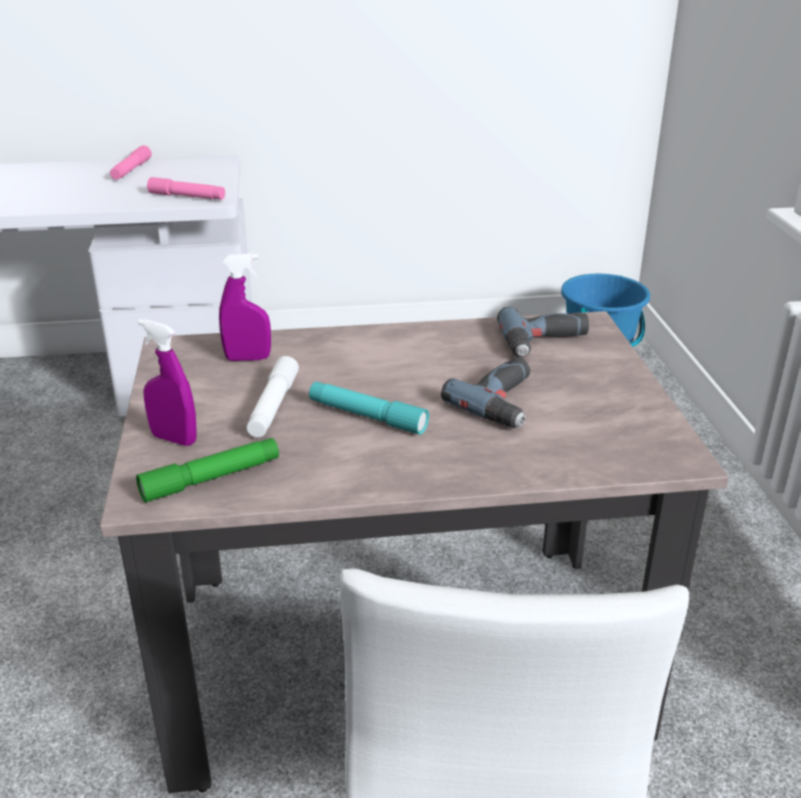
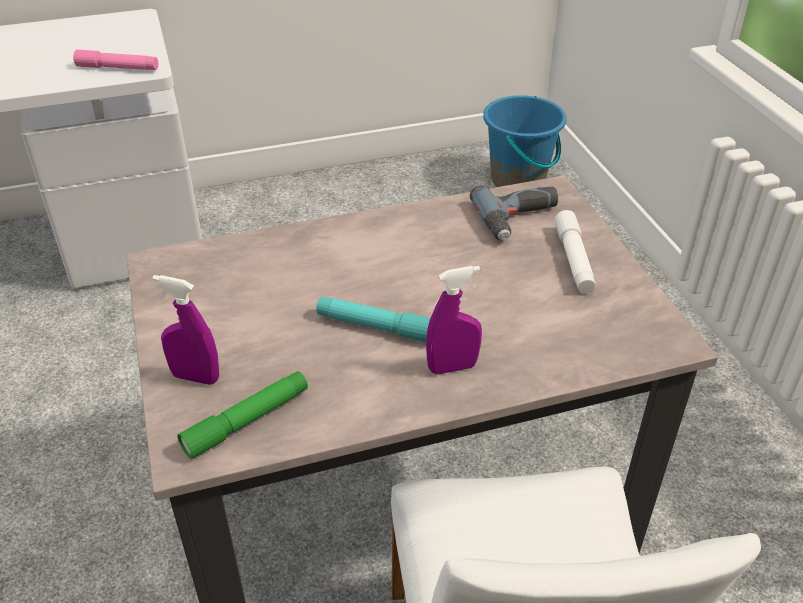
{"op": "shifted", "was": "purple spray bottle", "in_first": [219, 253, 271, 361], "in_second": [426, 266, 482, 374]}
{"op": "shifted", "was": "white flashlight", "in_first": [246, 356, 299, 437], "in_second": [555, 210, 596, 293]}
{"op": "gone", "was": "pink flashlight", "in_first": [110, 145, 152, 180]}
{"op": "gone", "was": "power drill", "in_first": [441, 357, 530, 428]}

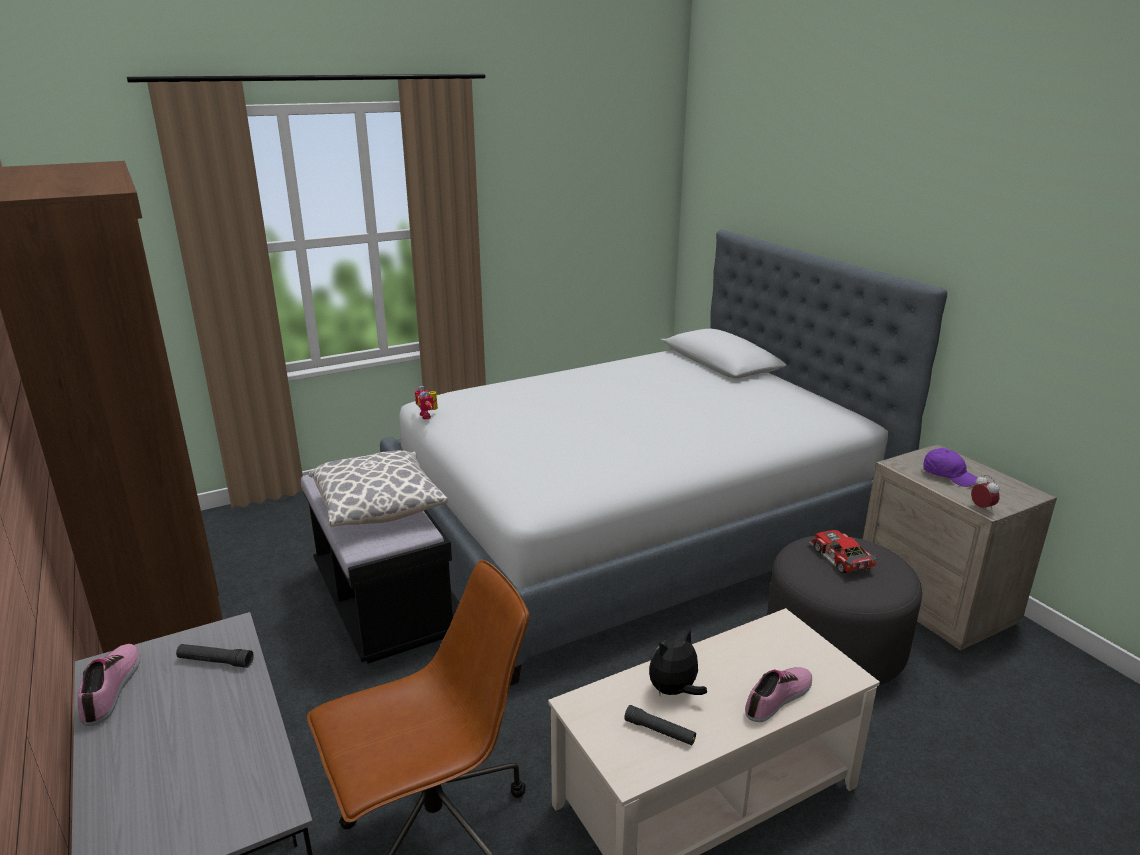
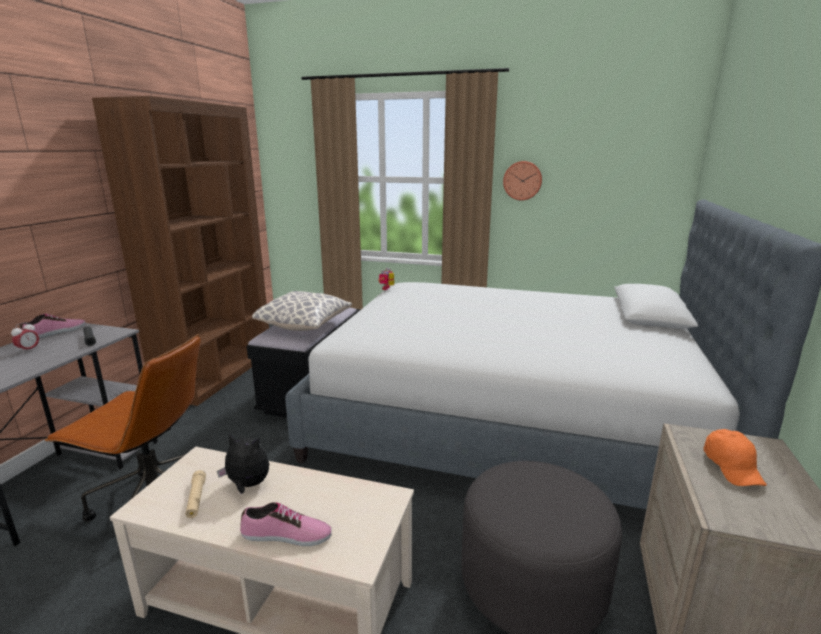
{"op": "shifted", "was": "alarm clock", "in_first": [971, 475, 1000, 512], "in_second": [11, 322, 39, 353]}
{"op": "repainted", "was": "black flashlight", "now": "beige flashlight", "in_first": [624, 705, 696, 745], "in_second": [185, 470, 206, 518]}
{"op": "new", "now": "wall clock", "in_second": [503, 161, 542, 200]}
{"op": "repainted", "was": "purple cap", "now": "orange cap", "in_first": [923, 448, 978, 487], "in_second": [703, 429, 767, 486]}
{"op": "gone", "was": "toy car", "in_first": [809, 530, 879, 575]}

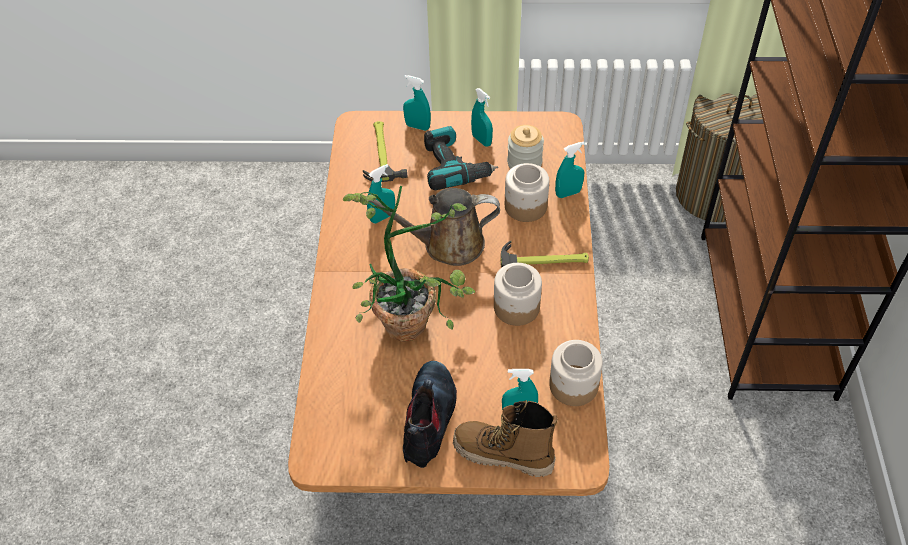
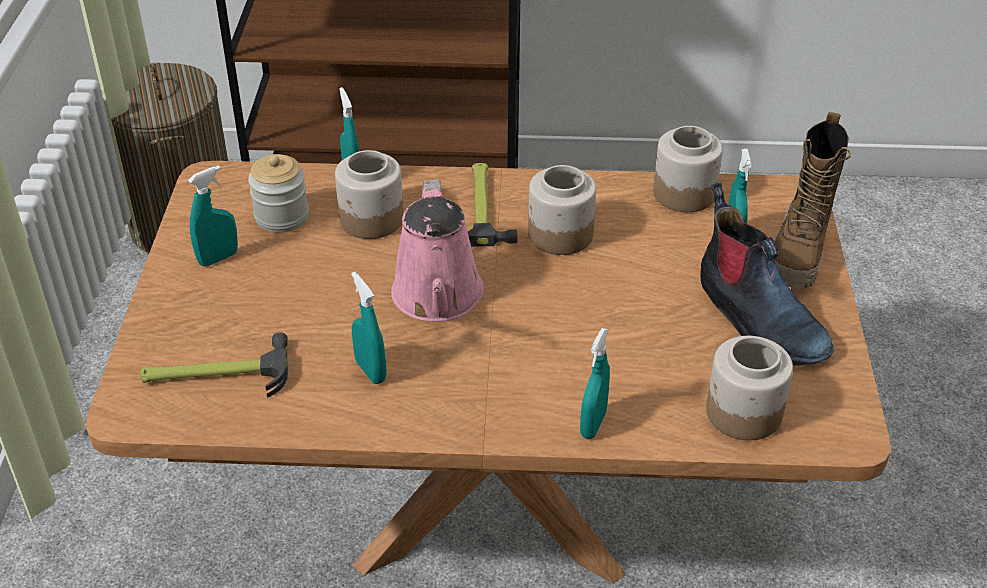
{"op": "repainted", "was": "brown watering can", "now": "pink watering can", "in_first": [367, 188, 500, 266], "in_second": [391, 179, 484, 322]}
{"op": "shifted", "was": "turquoise spray bottle", "in_first": [403, 75, 431, 131], "in_second": [580, 328, 610, 439]}
{"op": "rotated", "was": "boot", "in_first": [403, 361, 457, 468], "in_second": [700, 183, 834, 366], "clockwise": -135}
{"op": "new", "now": "jar", "in_second": [706, 336, 793, 440]}
{"op": "gone", "was": "potted plant", "in_first": [343, 186, 475, 342]}
{"op": "gone", "was": "power drill", "in_first": [424, 126, 498, 190]}

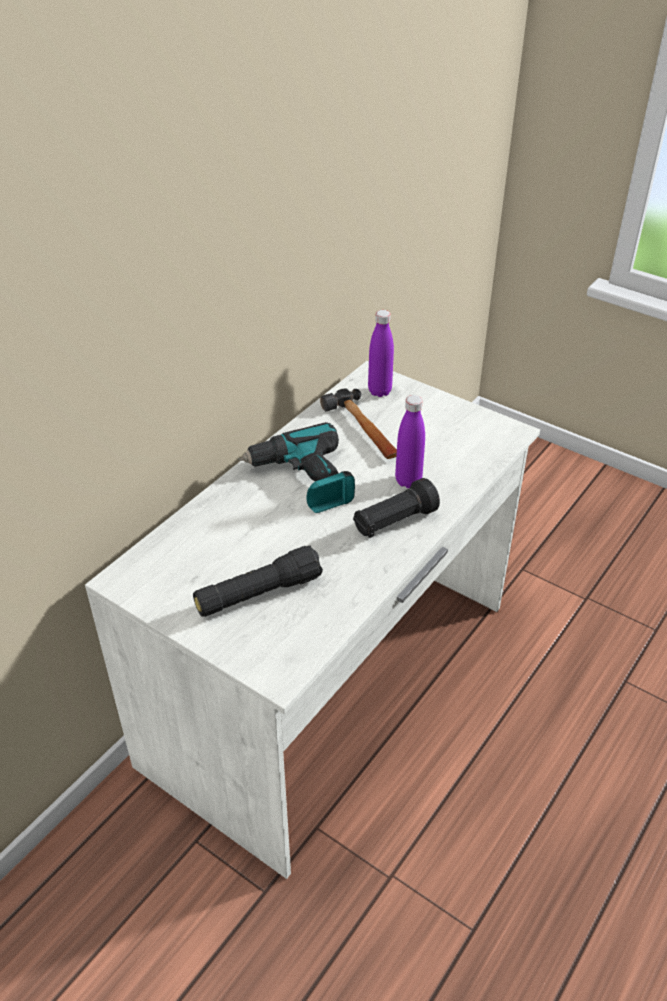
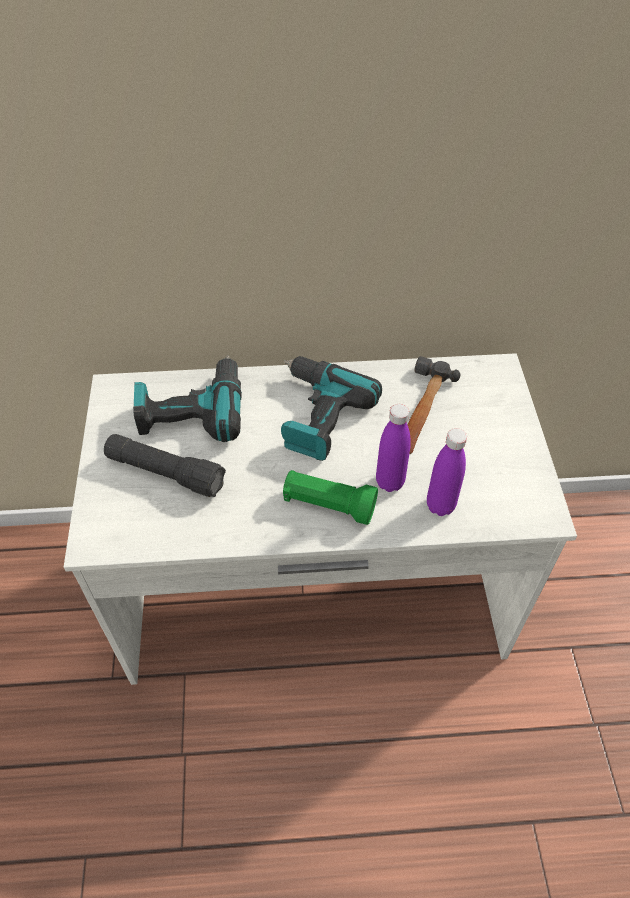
{"op": "new", "now": "power drill", "in_second": [133, 355, 242, 442]}
{"op": "repainted", "was": "black flashlight", "now": "green flashlight", "in_first": [353, 478, 440, 538], "in_second": [283, 470, 378, 525]}
{"op": "shifted", "was": "purple bottle", "in_first": [368, 310, 394, 397], "in_second": [427, 428, 467, 516]}

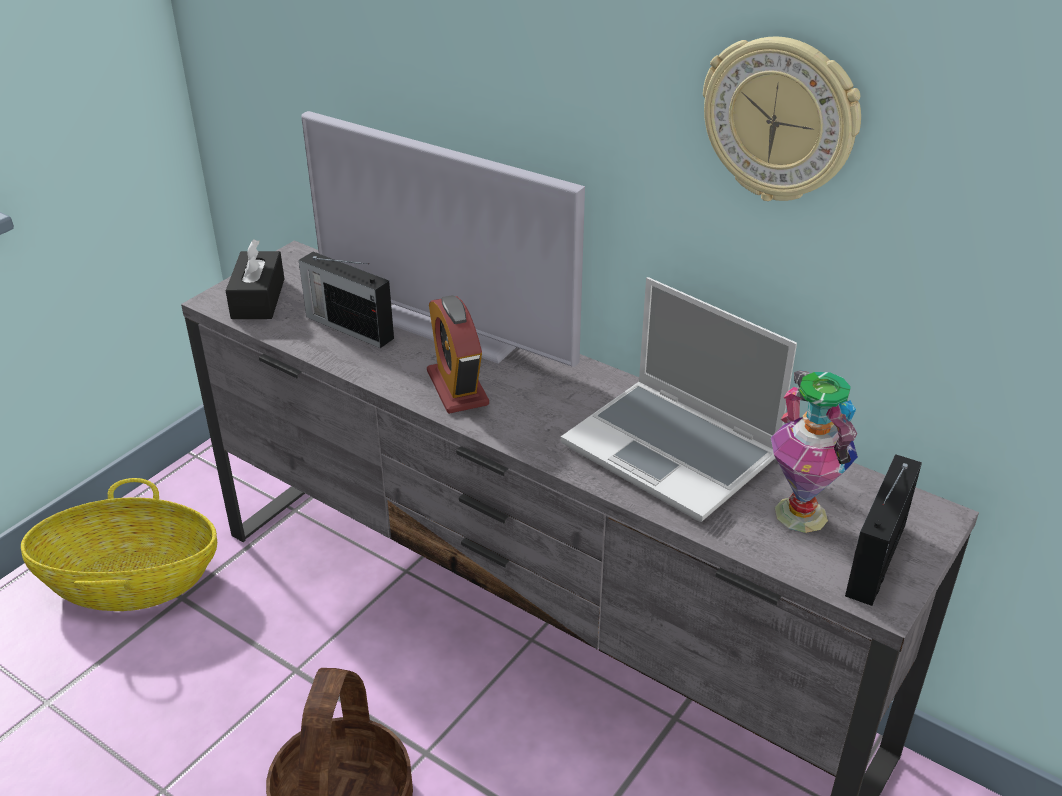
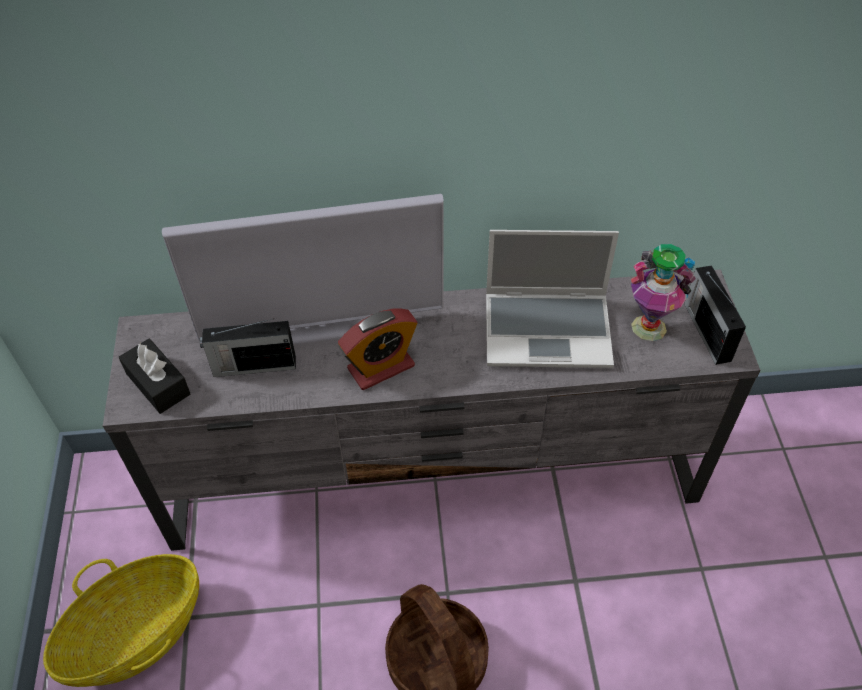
{"op": "rotated", "was": "alarm clock", "in_first": [427, 295, 489, 414], "in_second": [338, 309, 418, 390], "clockwise": -60}
{"op": "gone", "was": "wall clock", "in_first": [703, 36, 861, 201]}

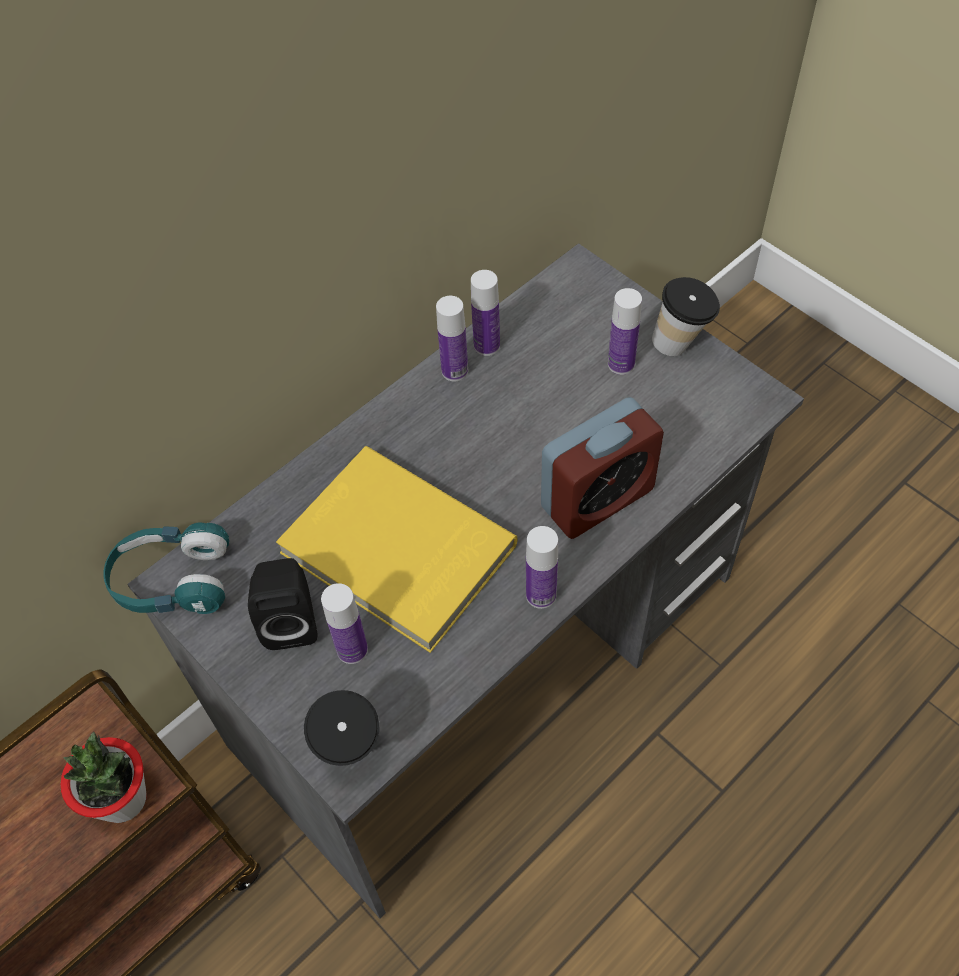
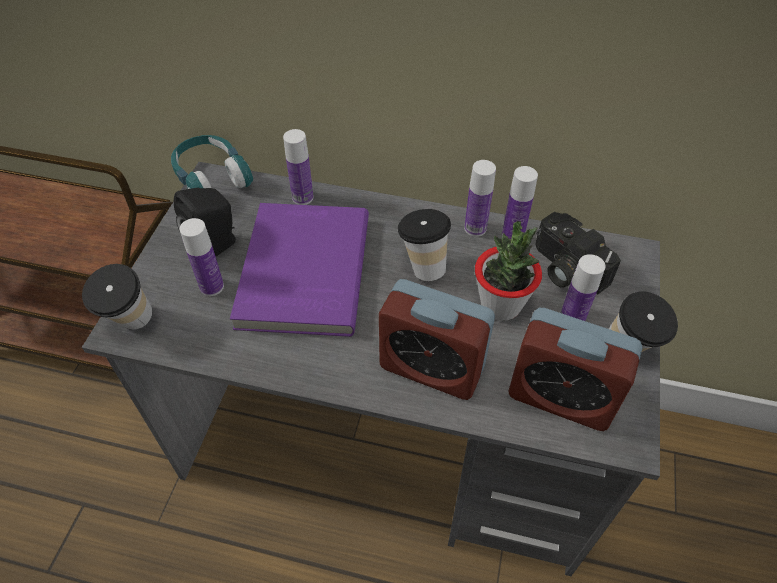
{"op": "repainted", "was": "yellow book", "now": "purple book", "in_first": [276, 446, 518, 653], "in_second": [230, 203, 369, 337]}
{"op": "shifted", "was": "bottle", "in_first": [526, 526, 558, 609], "in_second": [283, 129, 314, 205]}
{"op": "new", "now": "cup", "in_second": [397, 209, 451, 281]}
{"op": "shifted", "was": "potted plant", "in_first": [60, 732, 147, 823], "in_second": [475, 221, 542, 321]}
{"op": "new", "now": "alarm clock", "in_second": [508, 308, 642, 431]}
{"op": "new", "now": "photo camera", "in_second": [535, 212, 621, 294]}

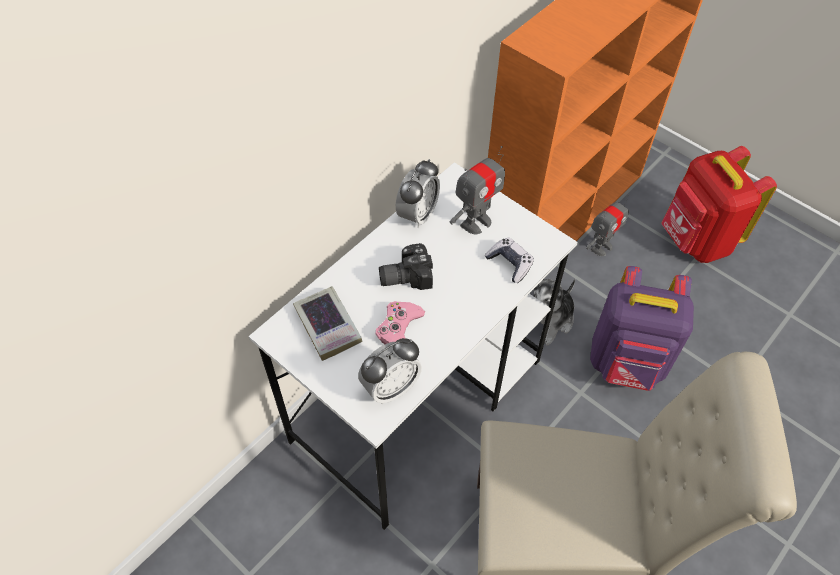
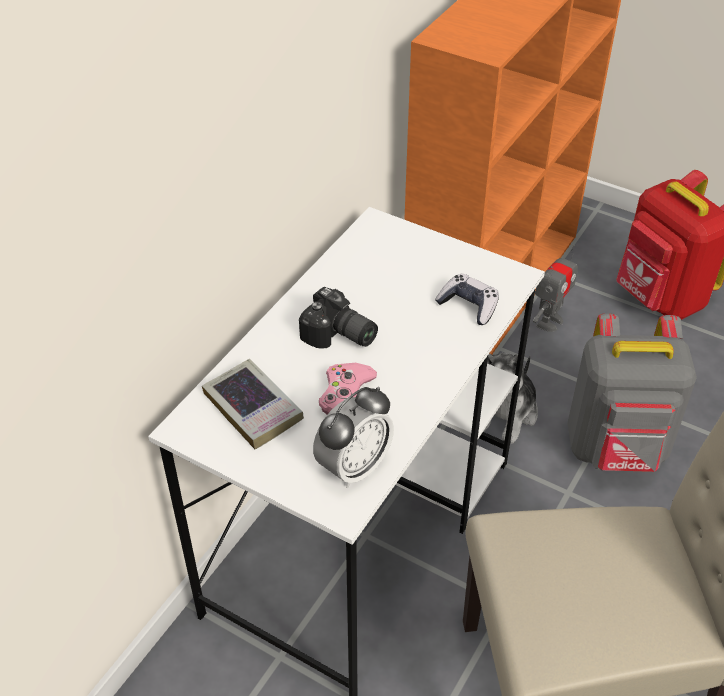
{"op": "rotated", "was": "photo camera", "in_first": [379, 243, 433, 290], "in_second": [299, 287, 378, 349], "clockwise": -120}
{"op": "repainted", "was": "purple backpack", "now": "grey backpack", "in_first": [590, 266, 694, 391], "in_second": [567, 313, 697, 472]}
{"op": "gone", "was": "alarm clock", "in_first": [396, 159, 440, 228]}
{"op": "gone", "was": "toy robot", "in_first": [450, 146, 505, 234]}

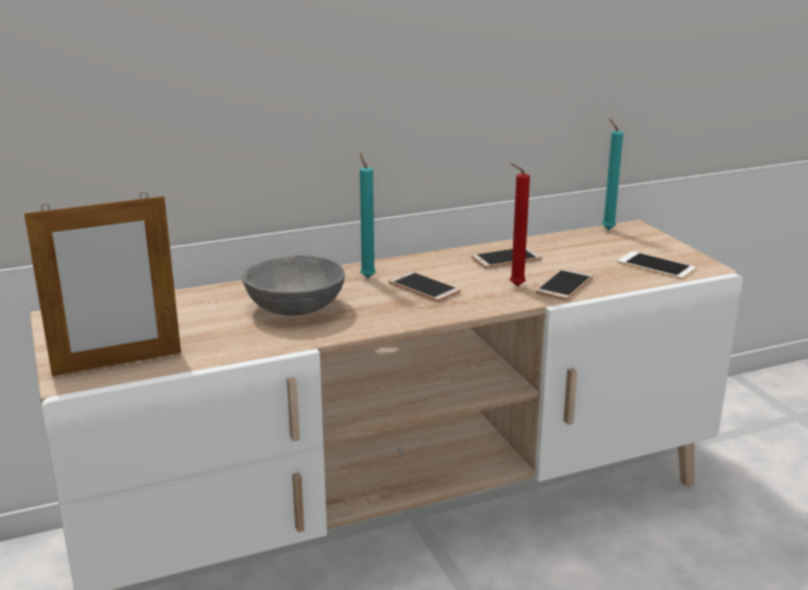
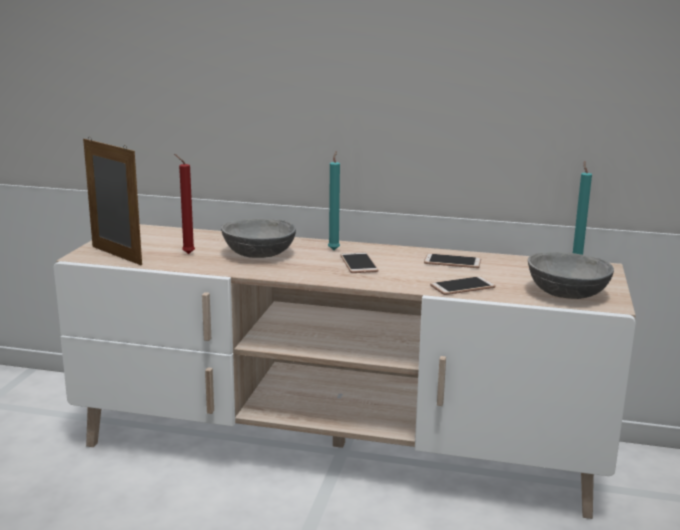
{"op": "rotated", "was": "picture frame", "in_first": [24, 192, 181, 376], "in_second": [83, 136, 142, 265], "clockwise": -150}
{"op": "shifted", "was": "red candle", "in_first": [510, 163, 530, 286], "in_second": [174, 154, 195, 254]}
{"op": "swapped", "was": "phone", "now": "grey bowl", "in_first": [617, 251, 696, 279], "in_second": [528, 252, 614, 299]}

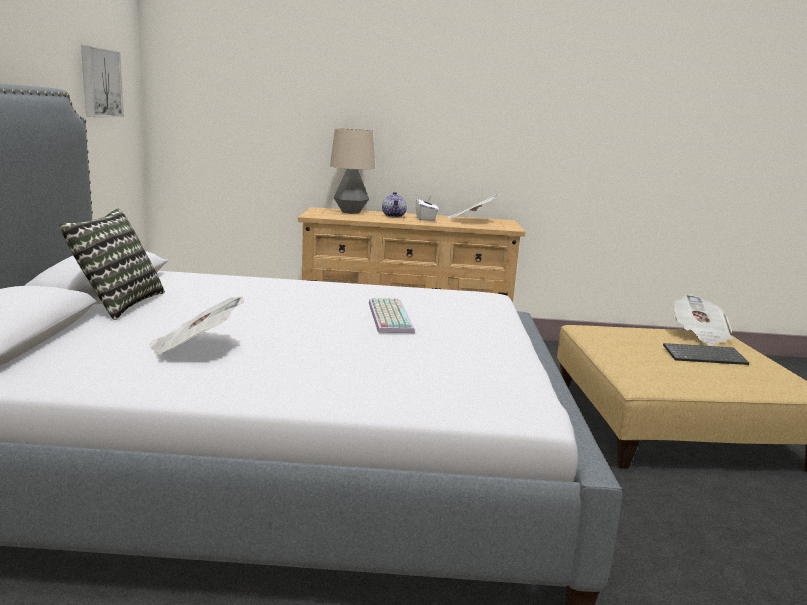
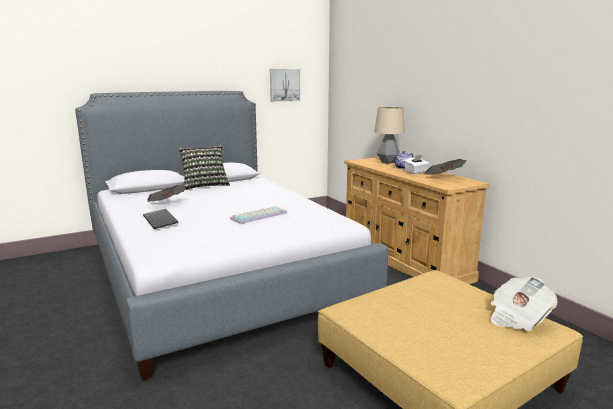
{"op": "shifted", "was": "keyboard", "in_first": [663, 343, 749, 365], "in_second": [143, 209, 178, 229]}

